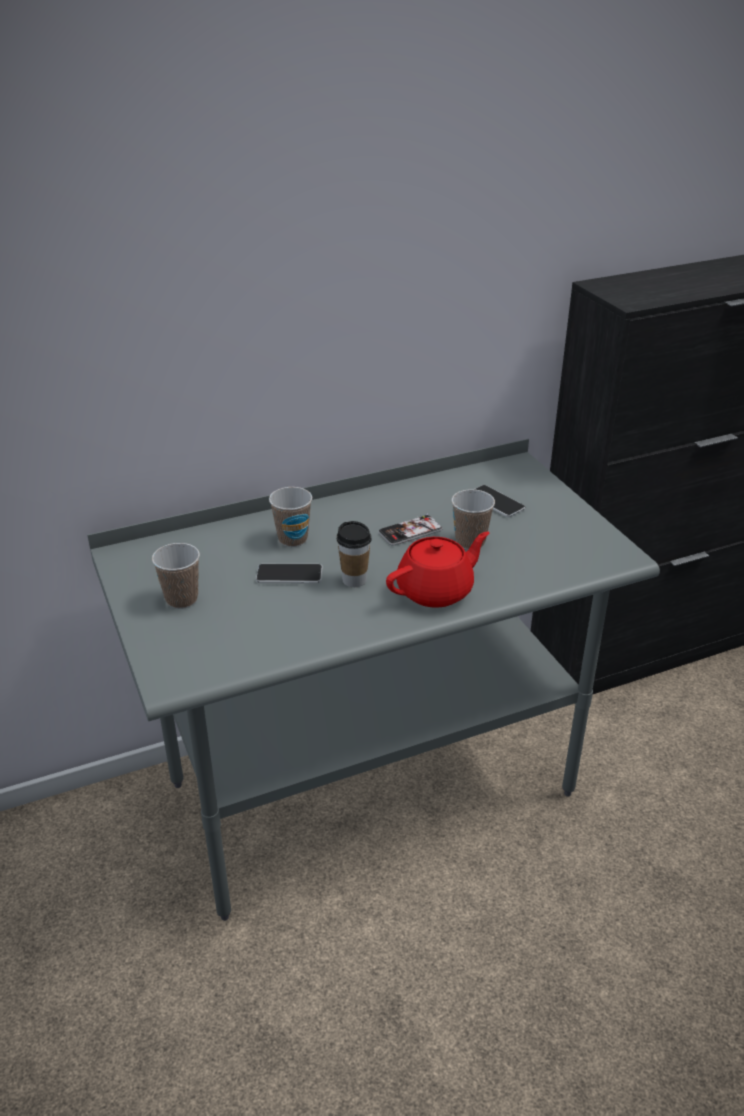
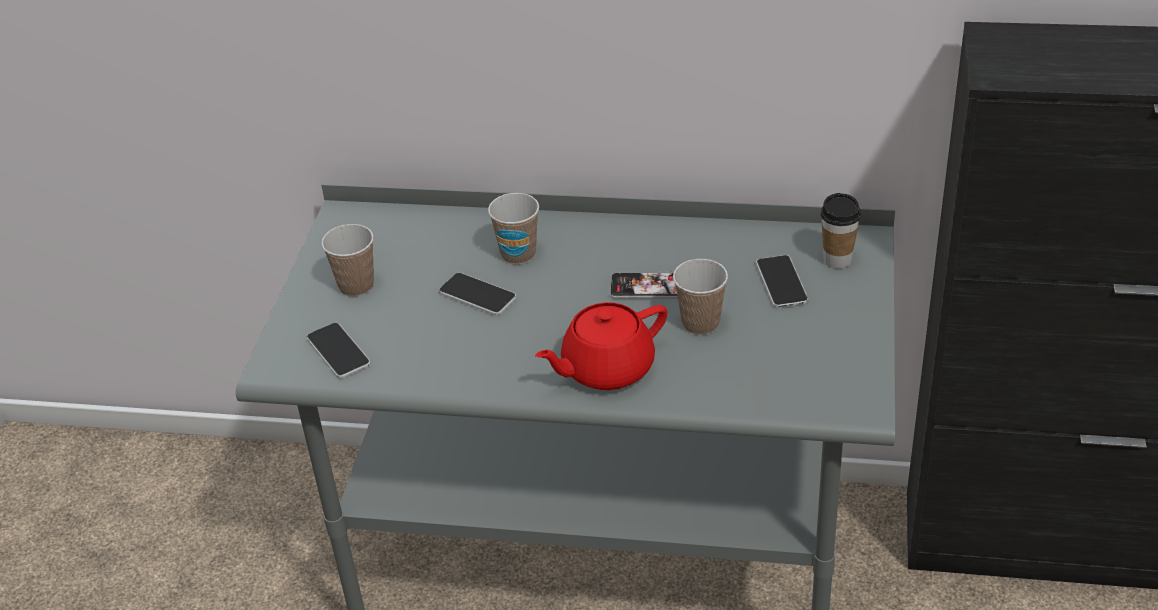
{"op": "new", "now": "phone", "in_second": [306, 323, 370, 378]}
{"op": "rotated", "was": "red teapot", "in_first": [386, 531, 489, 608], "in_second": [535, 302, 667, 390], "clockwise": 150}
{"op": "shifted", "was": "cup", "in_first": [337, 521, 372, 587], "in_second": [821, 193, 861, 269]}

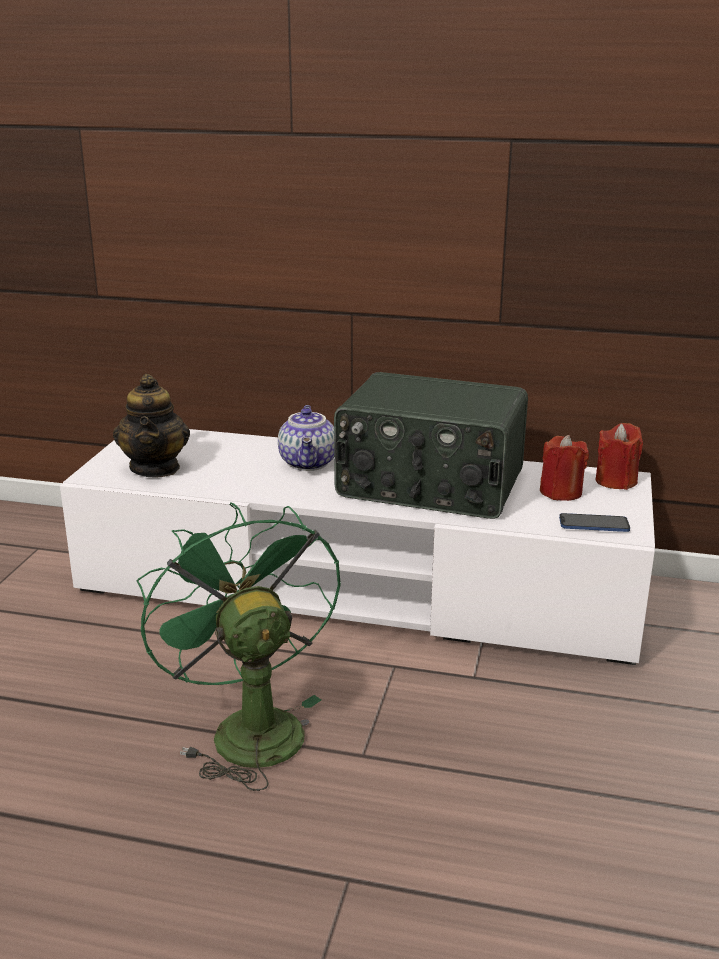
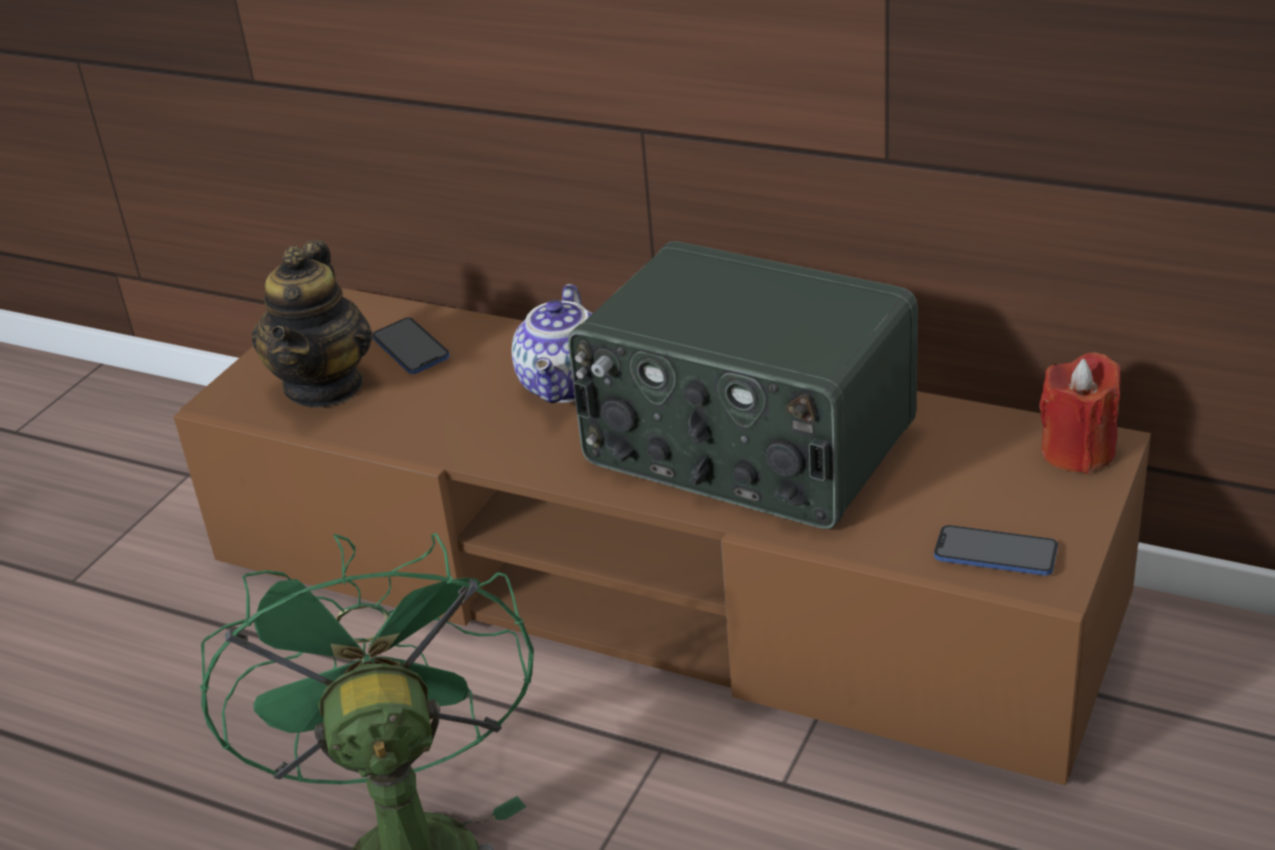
{"op": "repainted", "was": "white tv stand", "now": "brown tv stand", "in_first": [60, 429, 655, 665], "in_second": [174, 288, 1151, 785]}
{"op": "new", "now": "phone", "in_second": [372, 318, 450, 374]}
{"op": "gone", "was": "red candle", "in_first": [540, 435, 589, 501]}

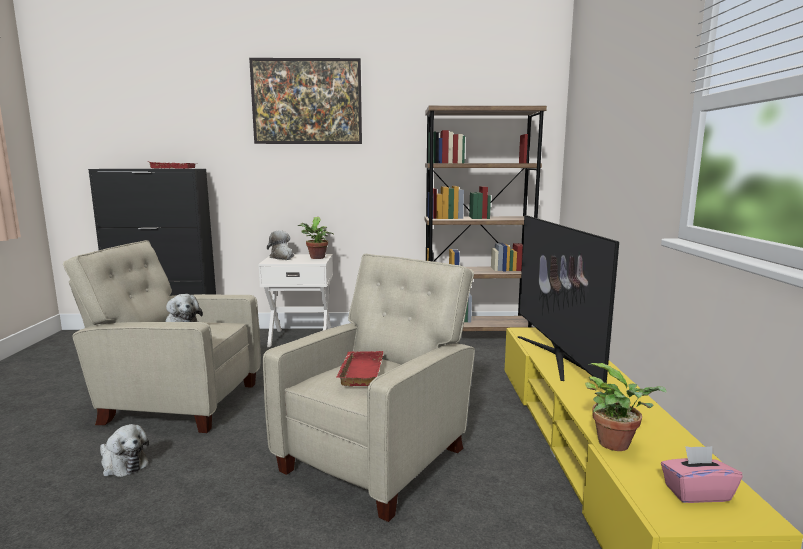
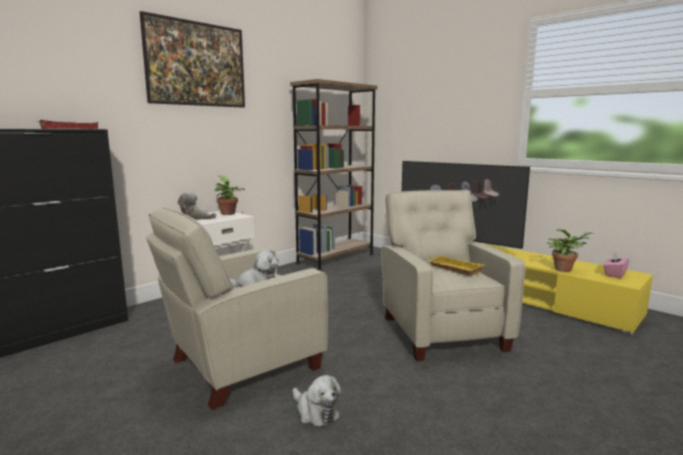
{"op": "rotated", "was": "plush toy", "in_first": [100, 424, 149, 477], "in_second": [292, 375, 341, 426], "clockwise": 60}
{"op": "repainted", "was": "red tray", "now": "yellow tray", "in_first": [336, 351, 383, 386], "in_second": [427, 255, 485, 276]}

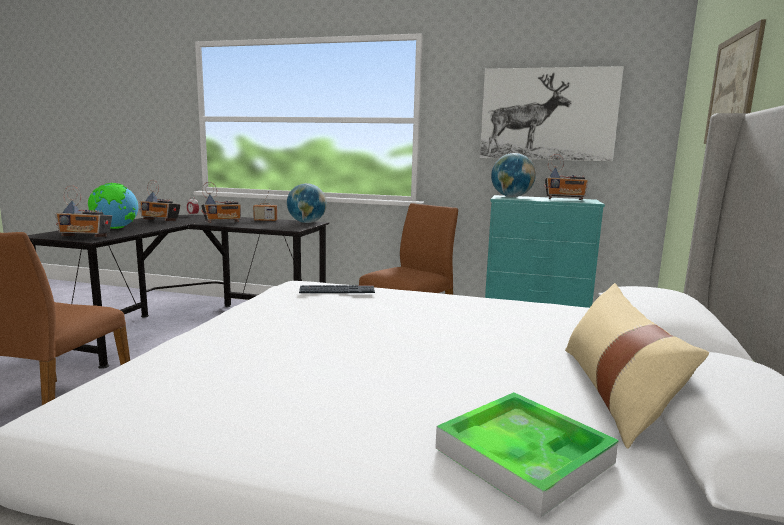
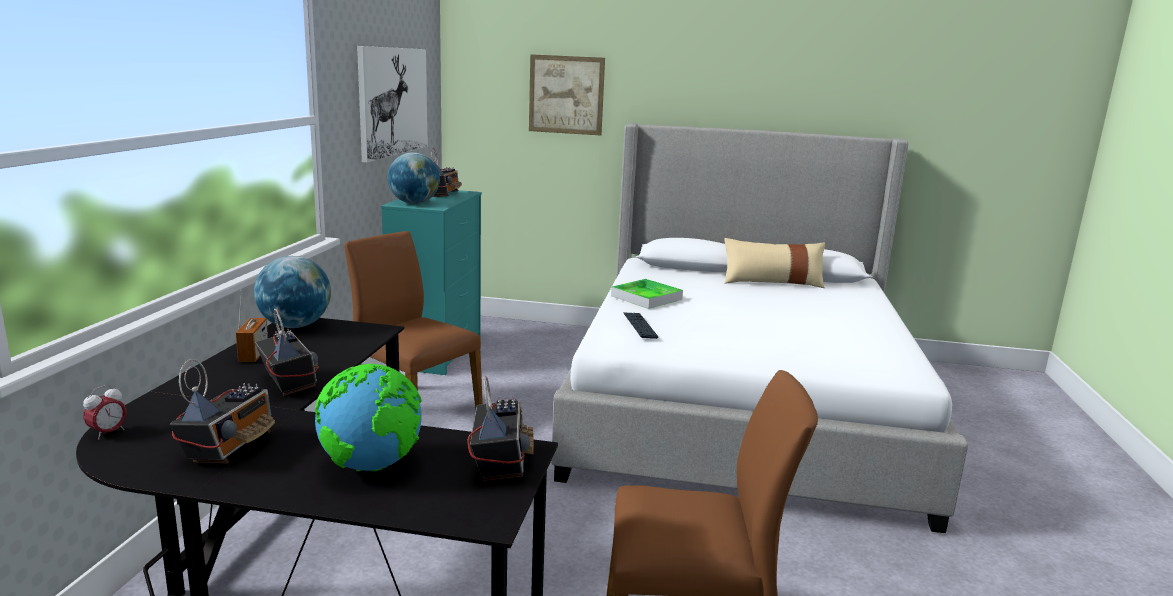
{"op": "shifted", "was": "tray", "in_first": [435, 392, 619, 517], "in_second": [611, 279, 683, 309]}

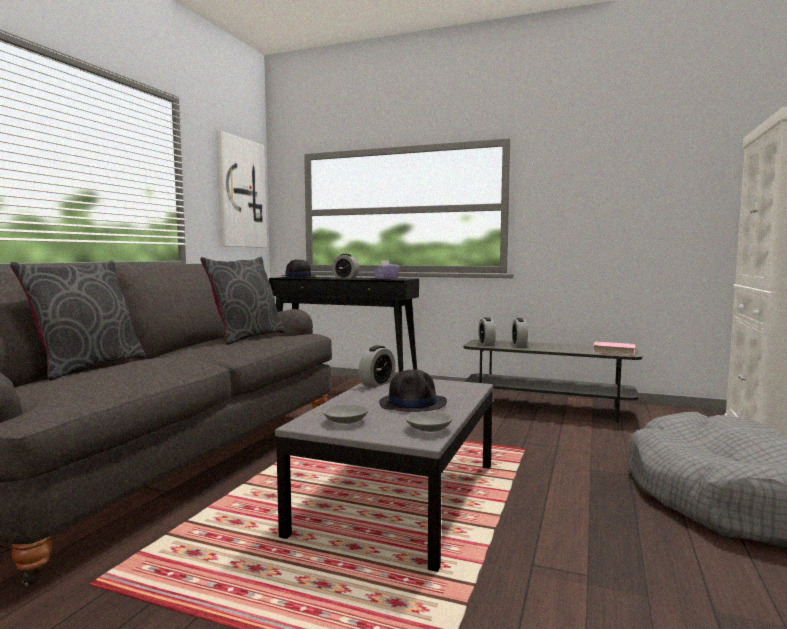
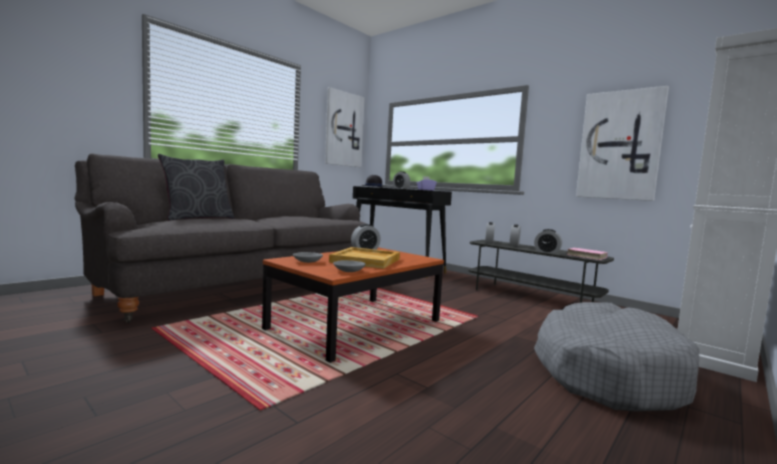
{"op": "repainted", "was": "grey coffee table", "now": "brown coffee table", "in_first": [275, 379, 493, 572], "in_second": [262, 247, 444, 363]}
{"op": "swapped", "was": "black hat", "now": "beige tray", "in_first": [379, 370, 447, 412], "in_second": [329, 247, 400, 269]}
{"op": "new", "now": "alarm clock", "in_second": [534, 229, 562, 254]}
{"op": "new", "now": "picture", "in_second": [576, 86, 669, 201]}
{"op": "gone", "was": "grey pillow", "in_first": [200, 257, 285, 345]}

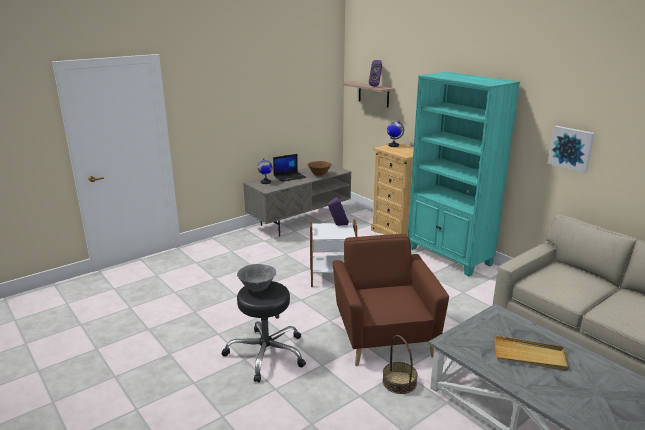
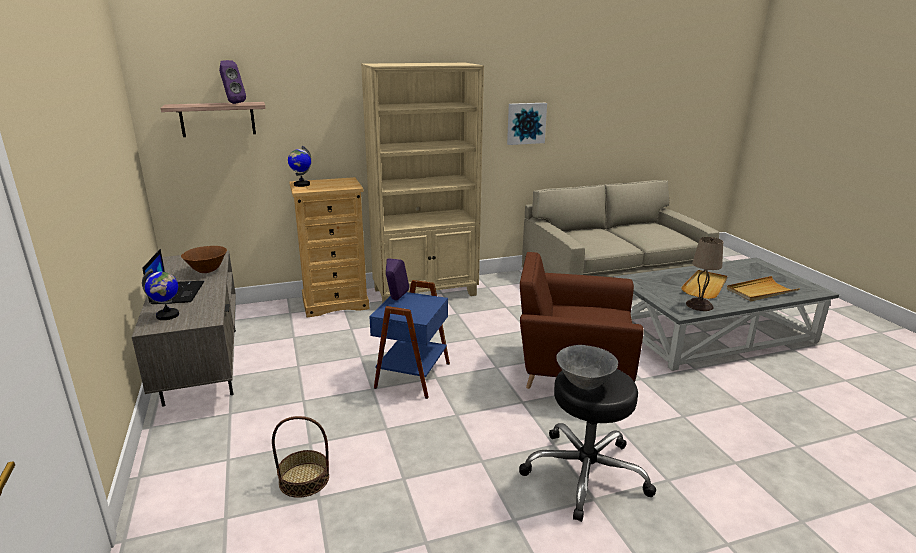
{"op": "shifted", "was": "basket", "in_first": [382, 335, 418, 394], "in_second": [272, 416, 329, 498]}
{"op": "repainted", "was": "turquoise bookcase", "now": "beige bookcase", "in_first": [408, 72, 520, 277], "in_second": [361, 63, 484, 303]}
{"op": "repainted", "was": "white side table", "now": "blue side table", "in_first": [310, 220, 357, 287], "in_second": [369, 280, 450, 399]}
{"op": "new", "now": "beige table lamp", "in_second": [686, 237, 723, 311]}
{"op": "new", "now": "beige tray", "in_second": [727, 276, 800, 302]}

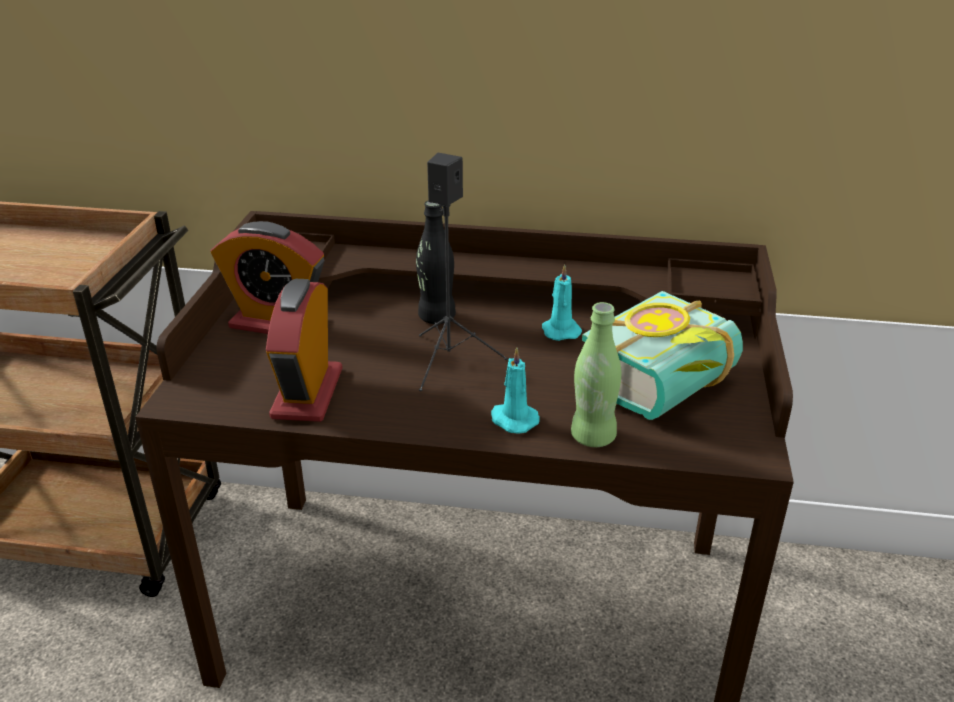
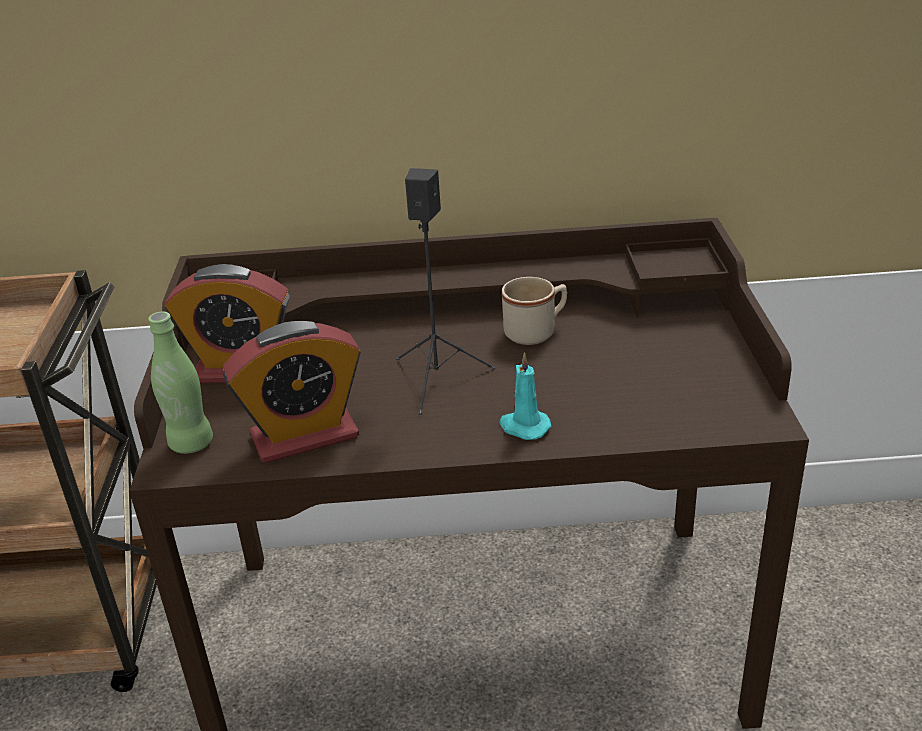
{"op": "shifted", "was": "green bottle", "in_first": [571, 302, 621, 447], "in_second": [148, 312, 213, 454]}
{"op": "rotated", "was": "alarm clock", "in_first": [266, 279, 342, 422], "in_second": [223, 321, 361, 463], "clockwise": -105}
{"op": "swapped", "was": "turquoise candle", "now": "beige mug", "in_first": [542, 264, 582, 341], "in_second": [502, 277, 567, 345]}
{"op": "gone", "was": "black bottle", "in_first": [416, 201, 456, 324]}
{"op": "gone", "was": "book", "in_first": [582, 291, 743, 420]}

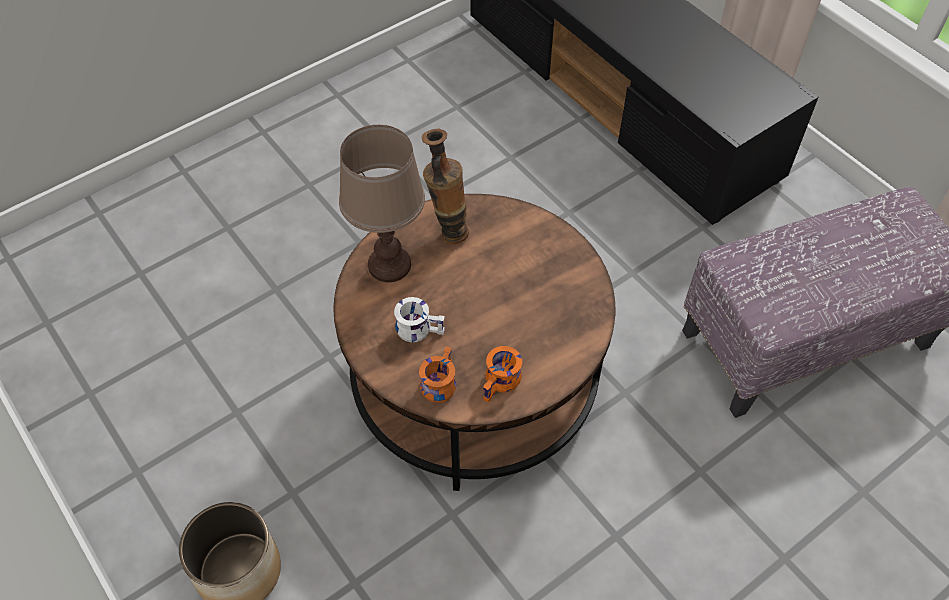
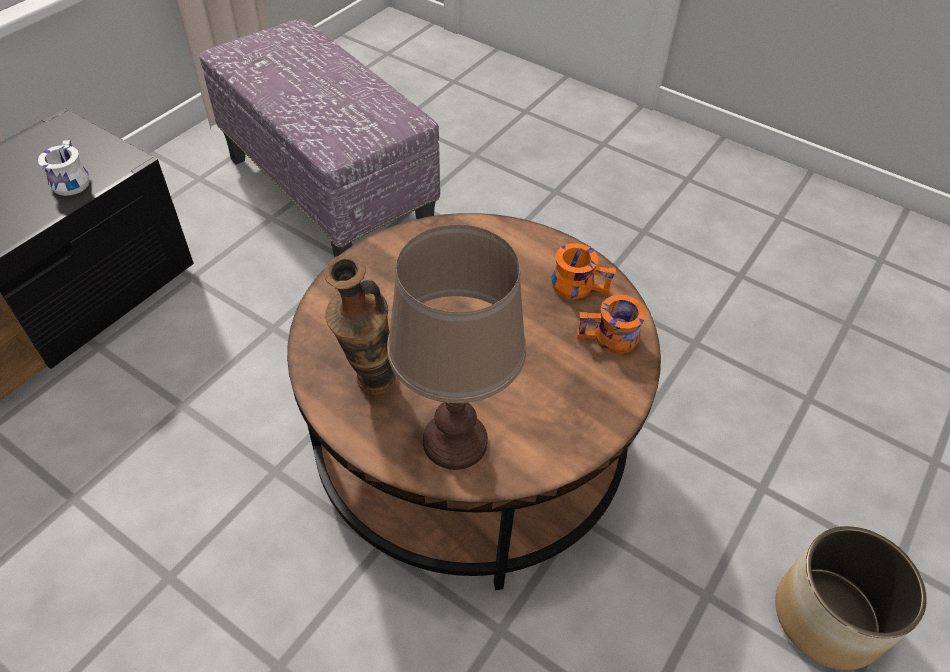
{"op": "shifted", "was": "white mug", "in_first": [394, 297, 445, 342], "in_second": [38, 140, 90, 196]}

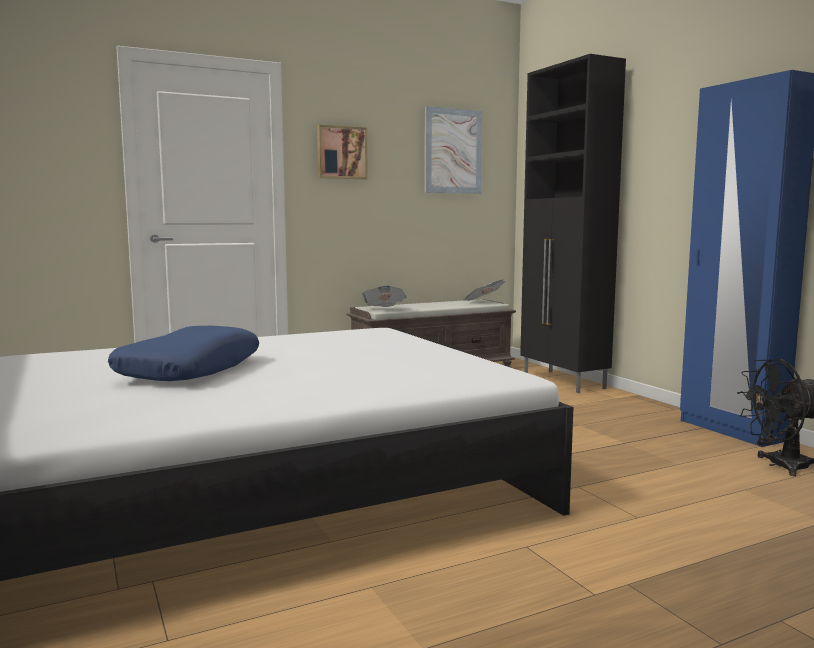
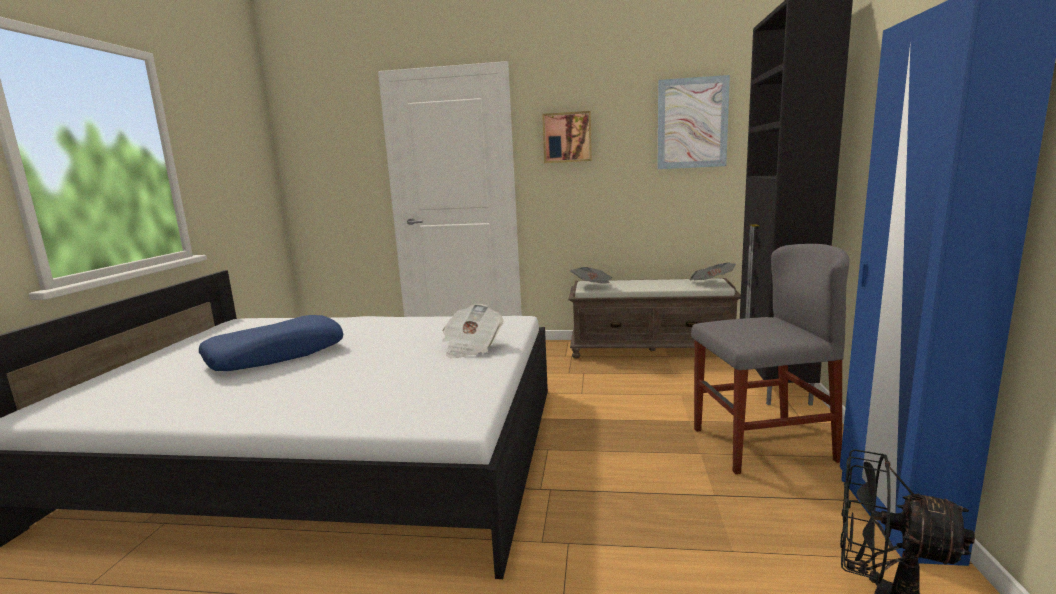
{"op": "new", "now": "newspaper", "in_second": [442, 304, 504, 358]}
{"op": "new", "now": "grey chair", "in_second": [691, 244, 849, 474]}

